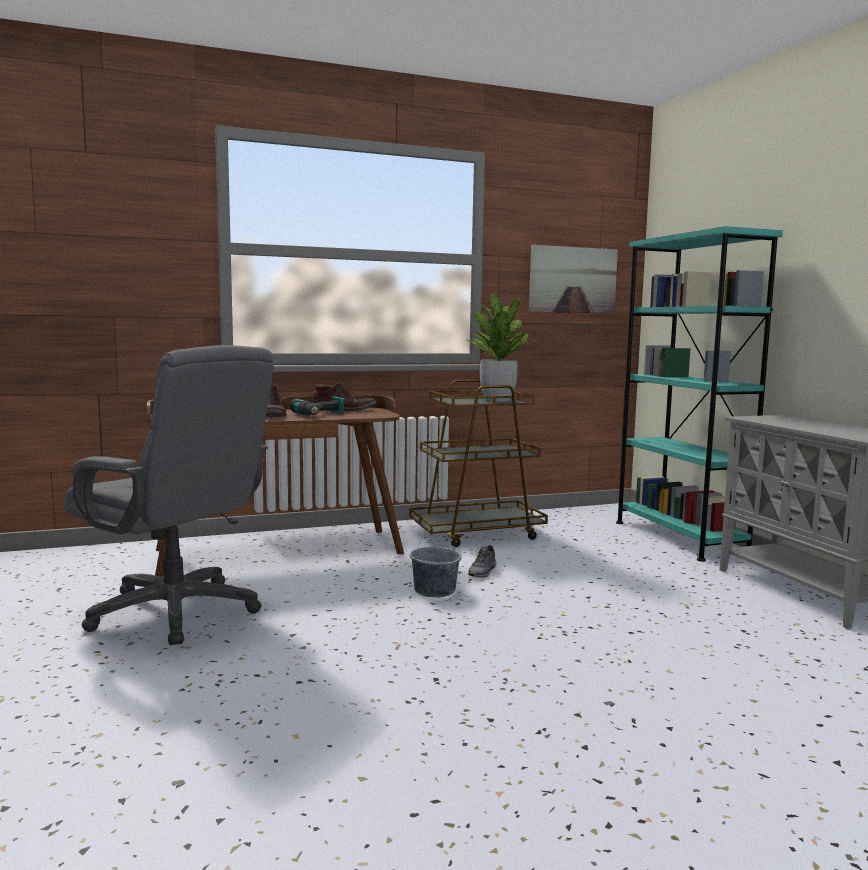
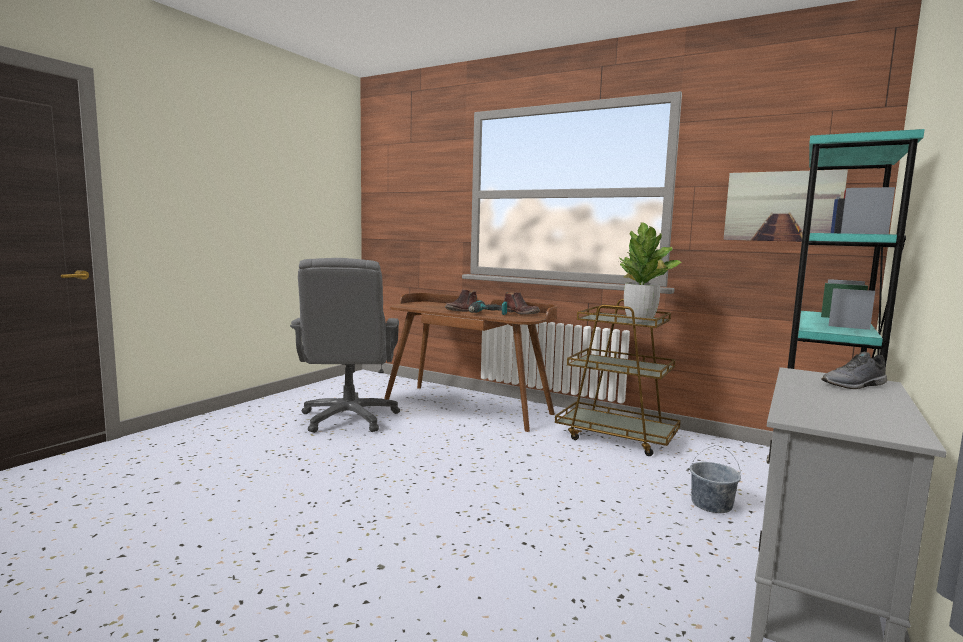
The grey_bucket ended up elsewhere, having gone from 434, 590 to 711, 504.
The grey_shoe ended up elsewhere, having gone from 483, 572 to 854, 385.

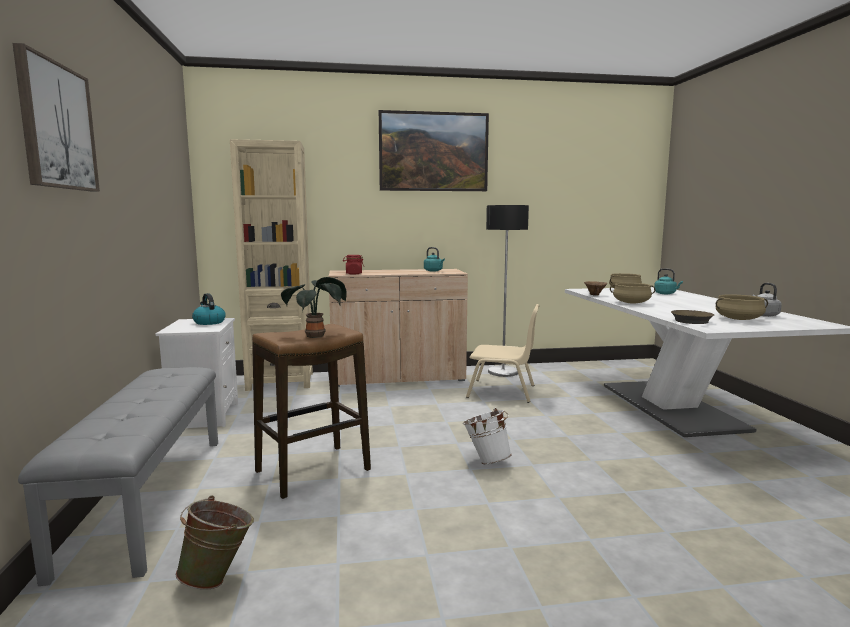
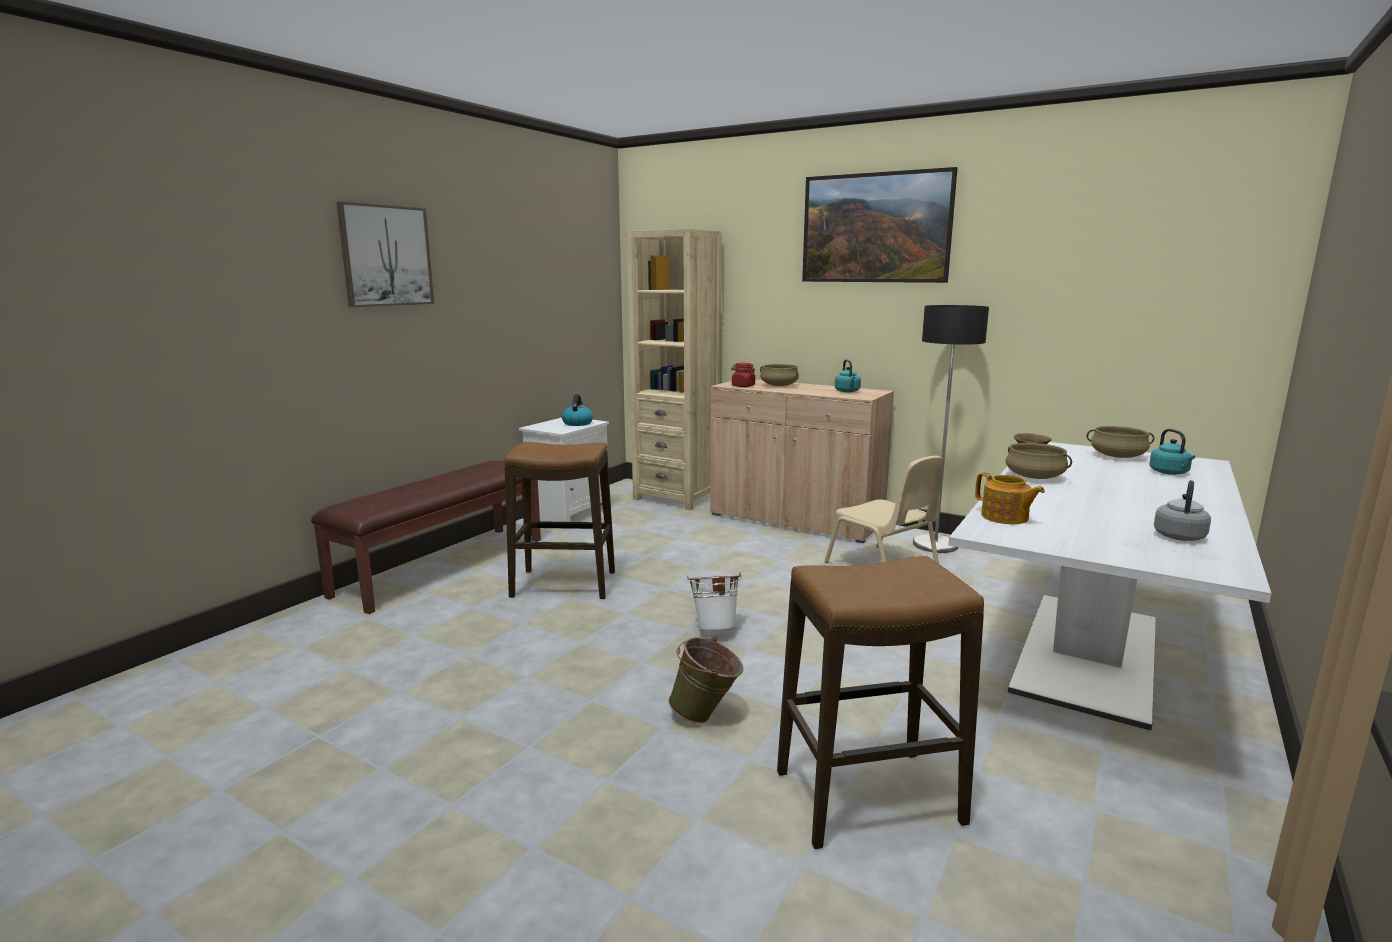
What was the grey_bench at 148, 497 turned into the brown_bench at 442, 566.
The green_bucket ended up elsewhere, having gone from 219, 578 to 706, 716.
The second view lost the potted_plant at 317, 336.
Where the brown_frying_pan stood at 691, 320, the teapot came to stand at 1005, 517.
The beige_cooking_pot ended up elsewhere, having gone from 738, 319 to 778, 385.
The second view gained the stool at 868, 797.

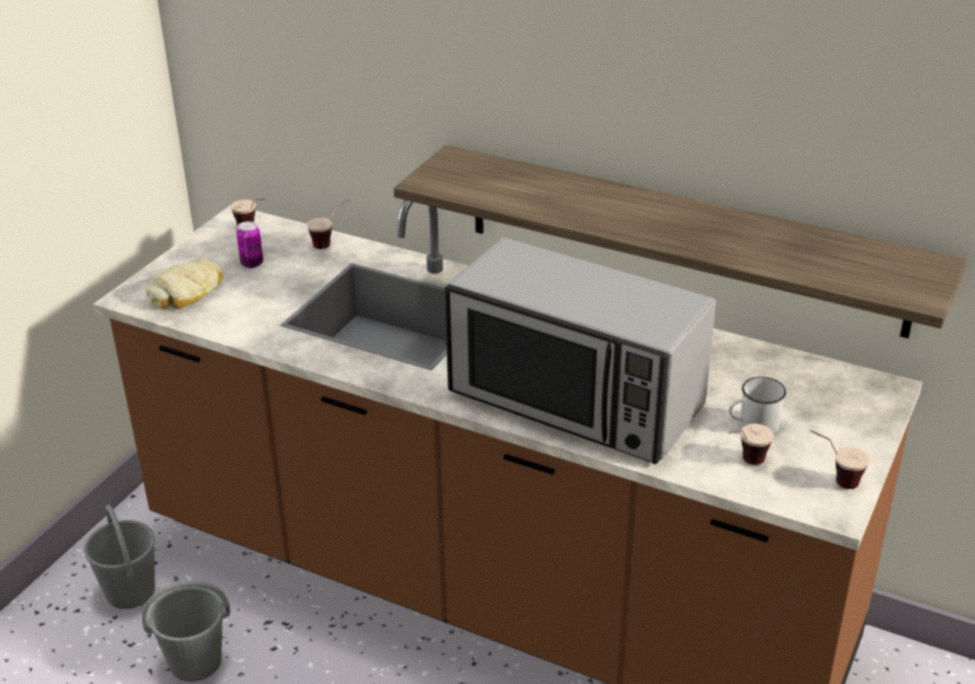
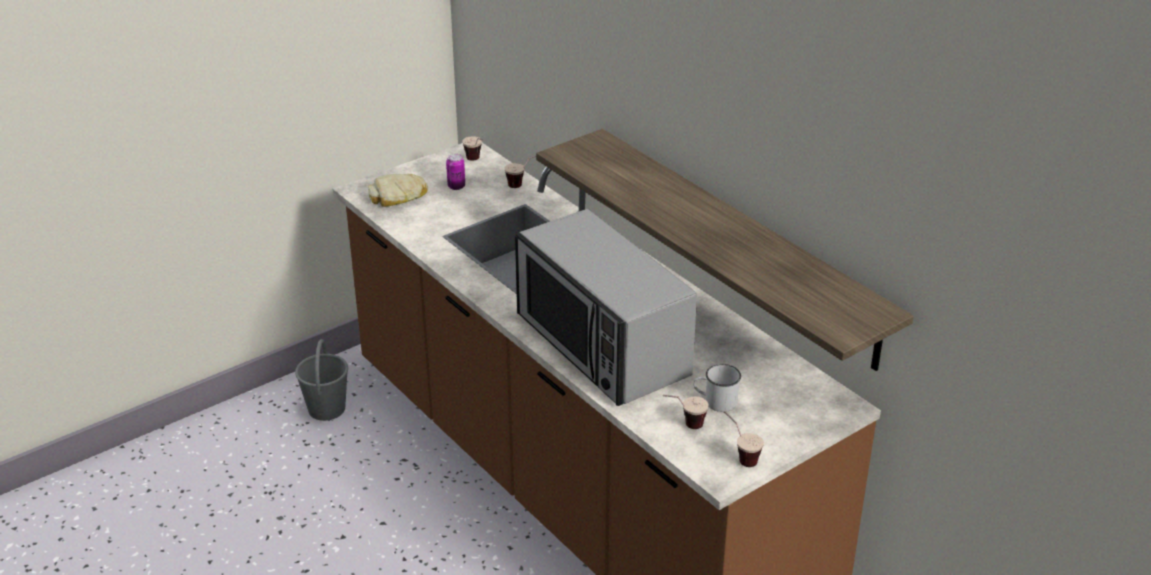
The second view lost the grey_bucket at 196, 662.

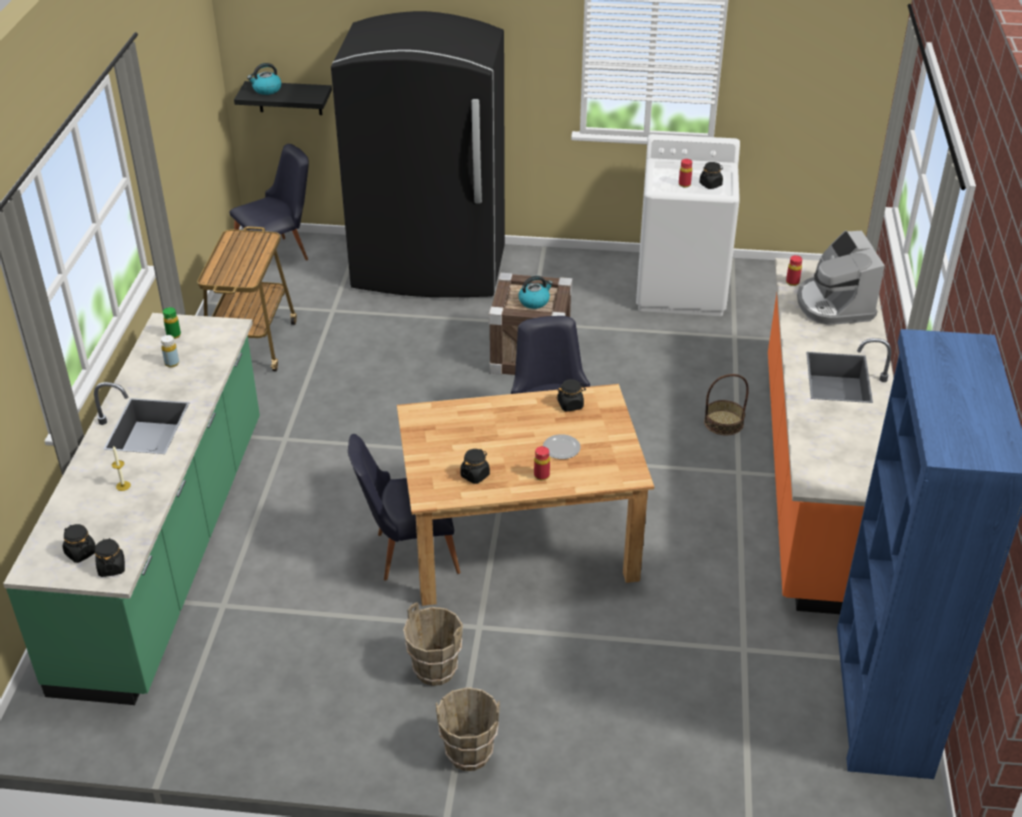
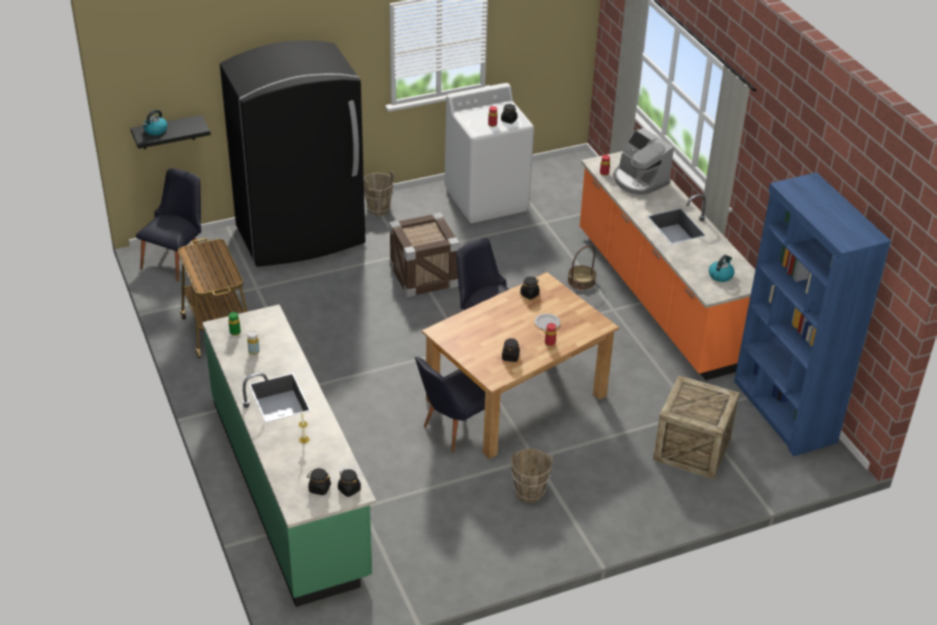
The brown_bucket ended up elsewhere, having gone from 469, 753 to 378, 209.
The kettle ended up elsewhere, having gone from 534, 301 to 720, 275.
The second view gained the crate at 692, 449.

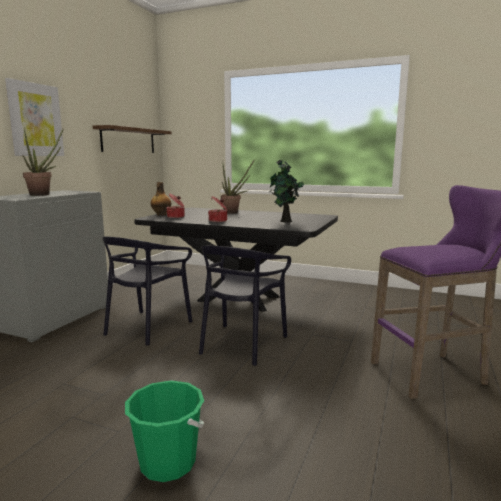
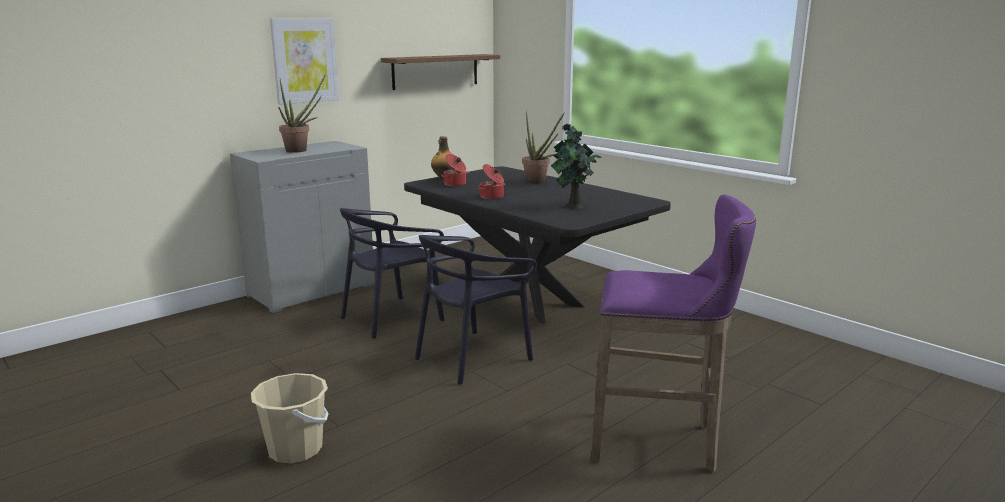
What was the green_bucket at 168, 462 turned into the beige_bucket at 295, 449.

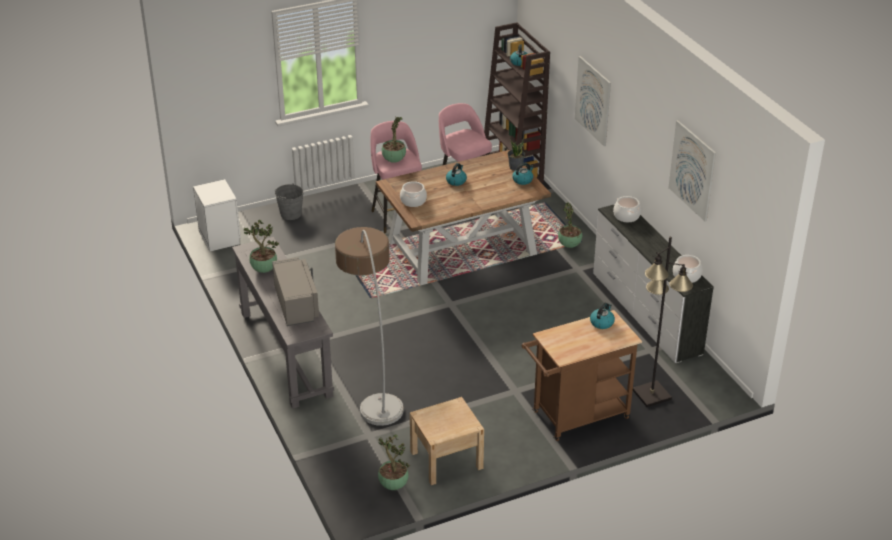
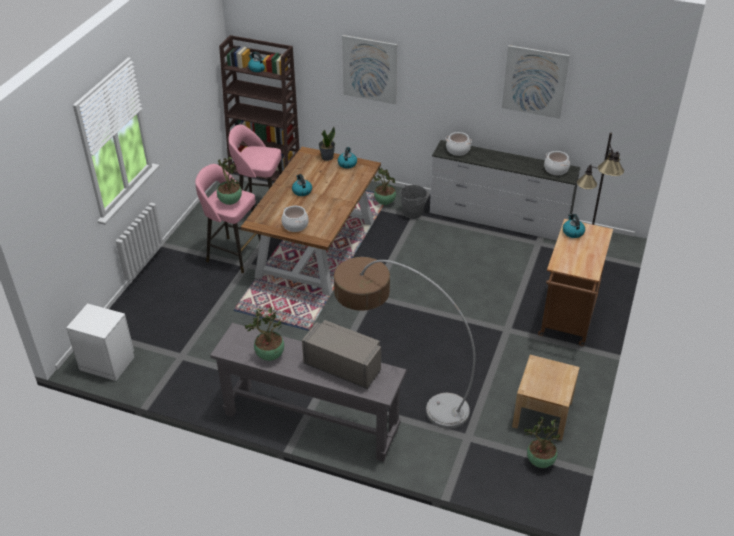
The grey_bucket ended up elsewhere, having gone from 291, 214 to 412, 212.

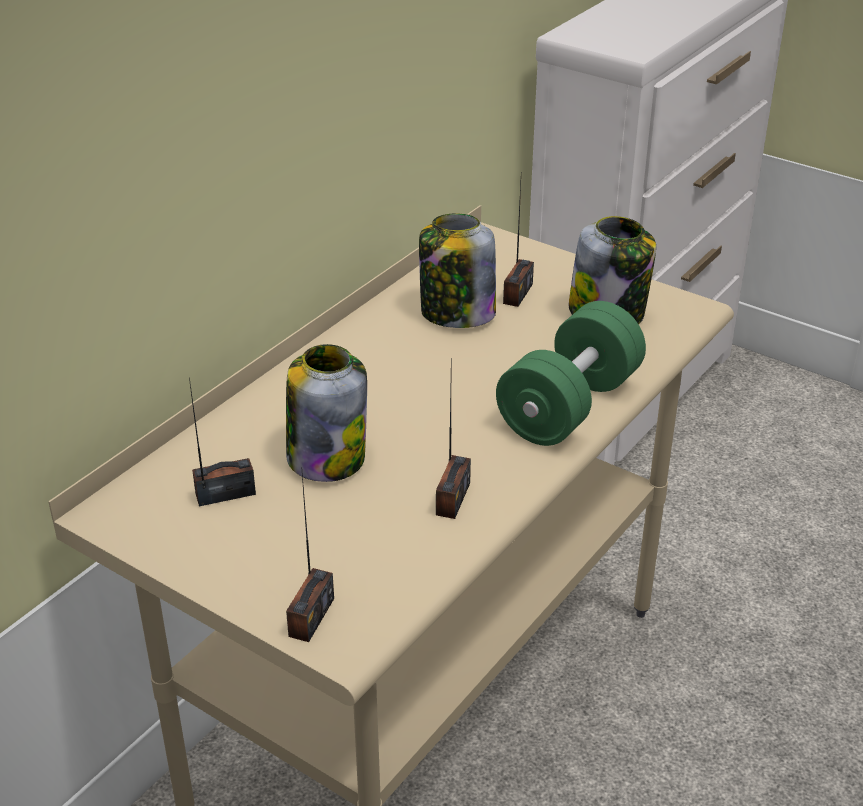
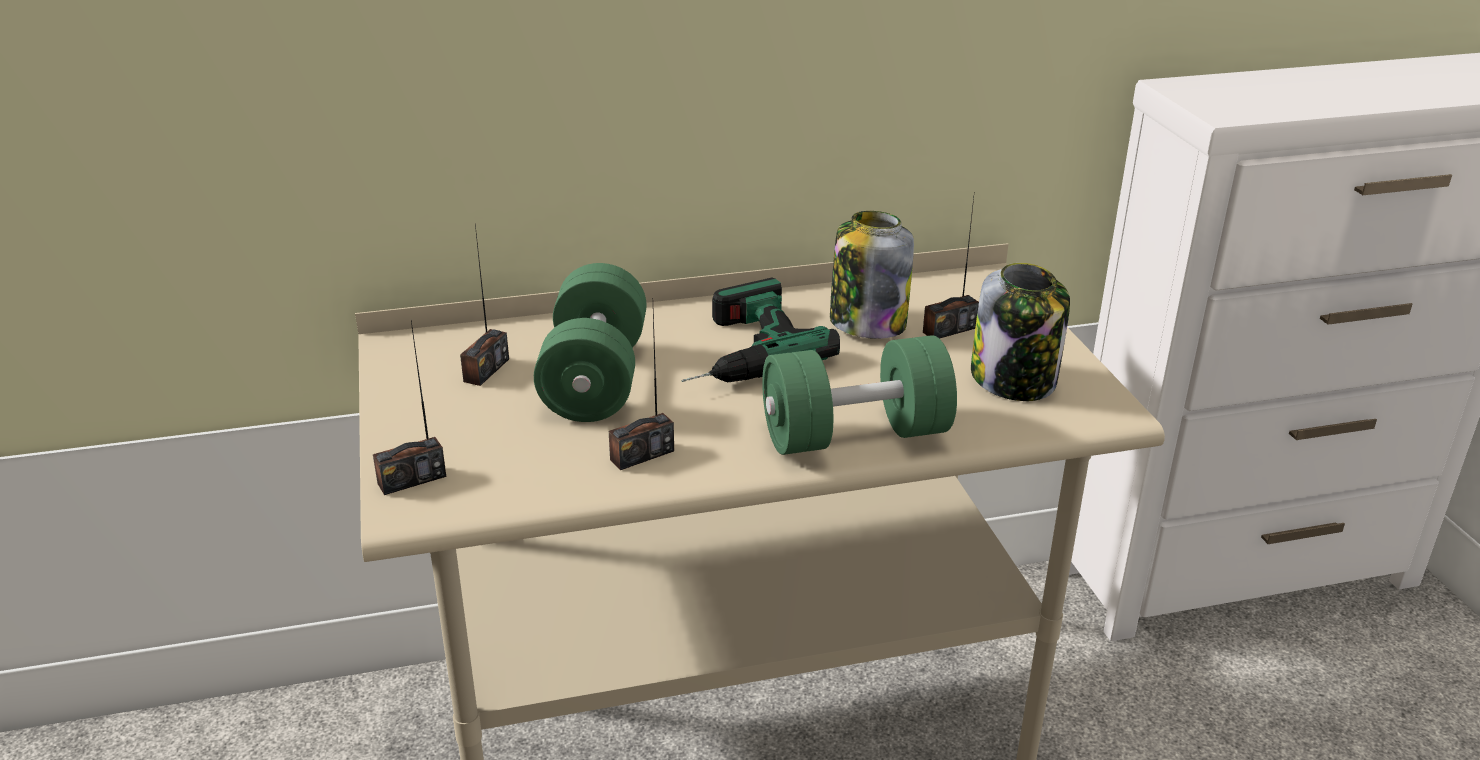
The radio at 225, 494 ended up facing another way, 90 degrees clockwise from before.
Where the jar stood at 326, 457, the green_dumbbell came to stand at 595, 379.
The second view gained the power_drill at 735, 351.

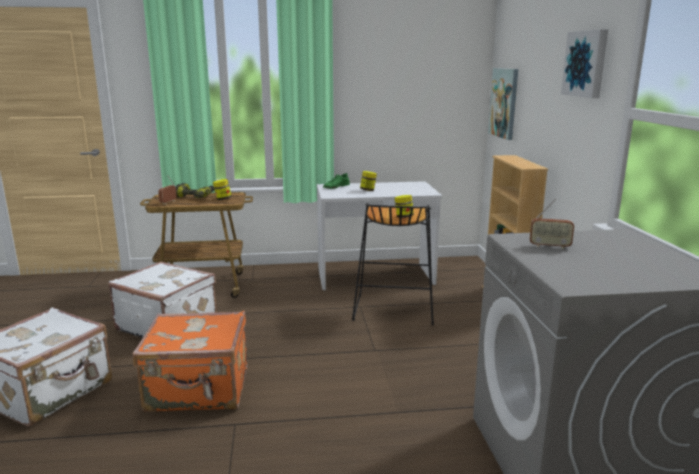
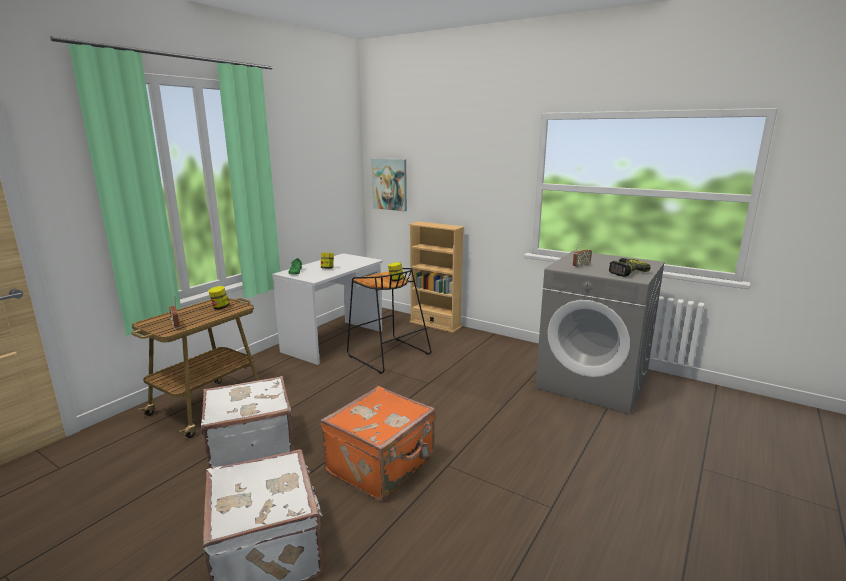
The power_drill ended up elsewhere, having gone from 195, 196 to 625, 272.
The second view lost the picture at 586, 64.

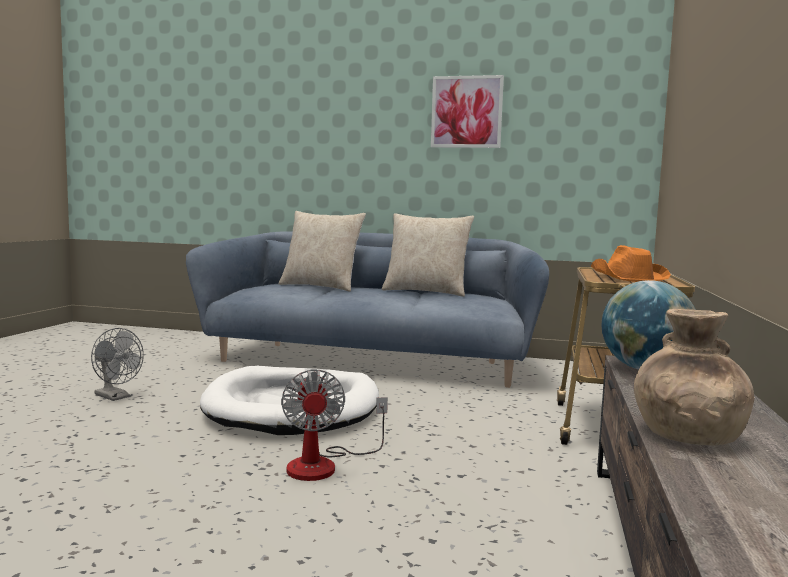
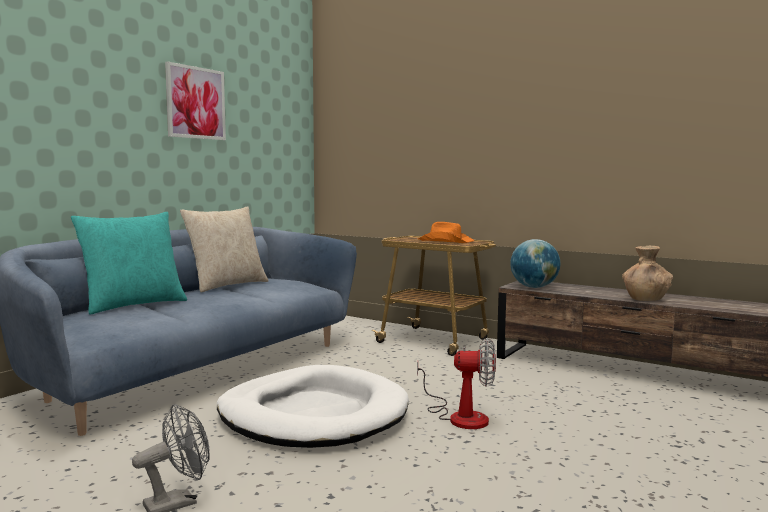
What was the beige_pillow at 321, 287 turned into the turquoise_pillow at 133, 305.

